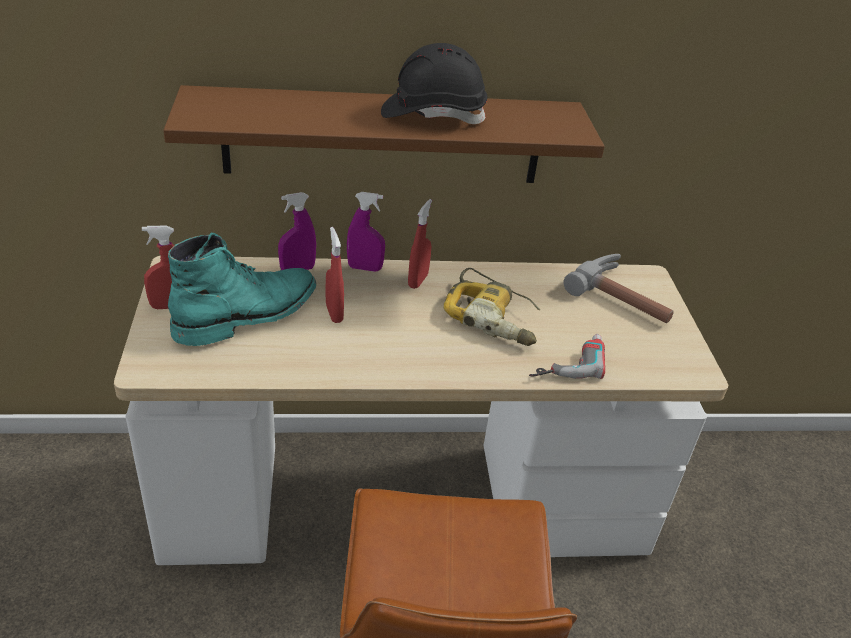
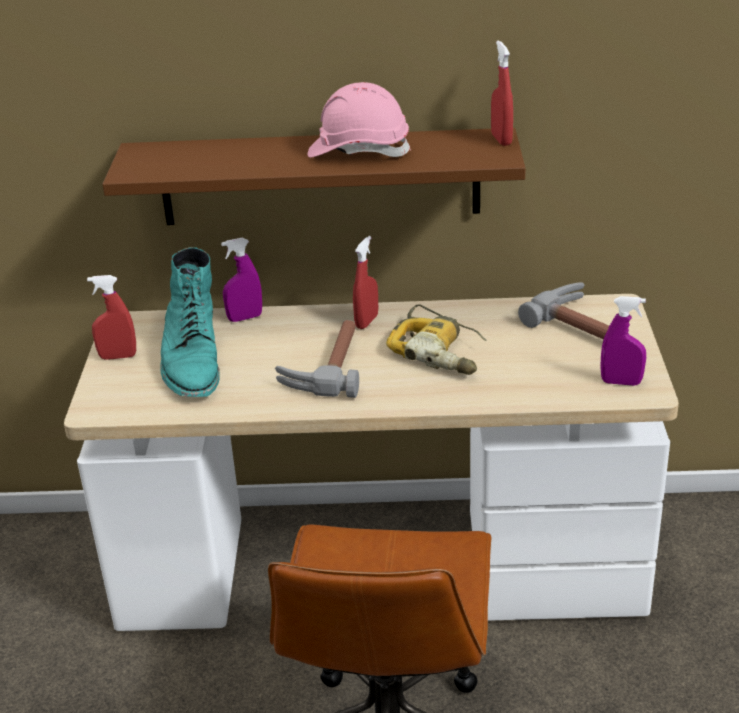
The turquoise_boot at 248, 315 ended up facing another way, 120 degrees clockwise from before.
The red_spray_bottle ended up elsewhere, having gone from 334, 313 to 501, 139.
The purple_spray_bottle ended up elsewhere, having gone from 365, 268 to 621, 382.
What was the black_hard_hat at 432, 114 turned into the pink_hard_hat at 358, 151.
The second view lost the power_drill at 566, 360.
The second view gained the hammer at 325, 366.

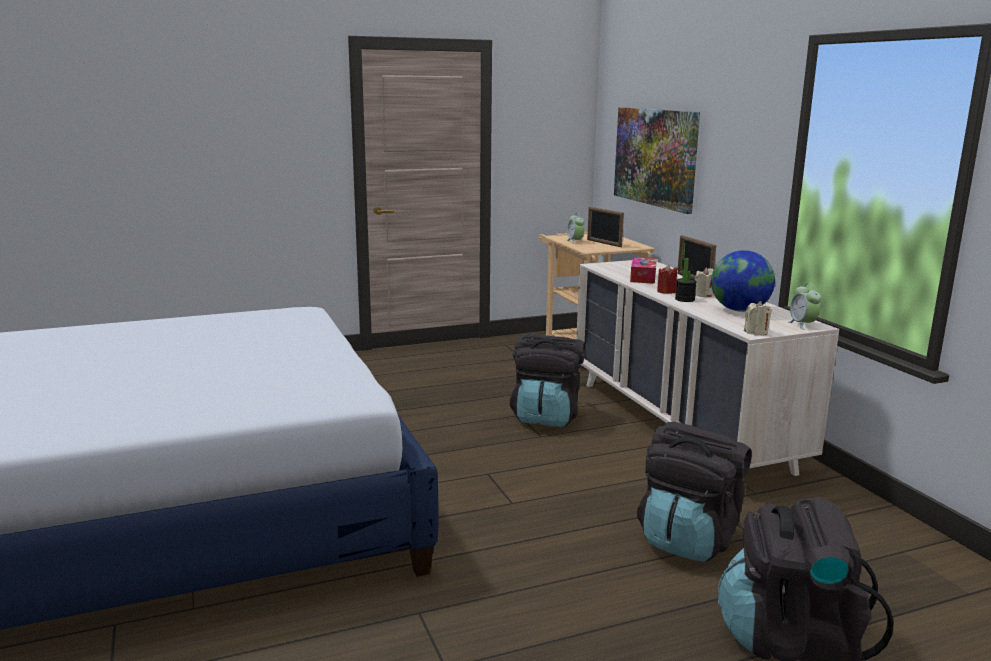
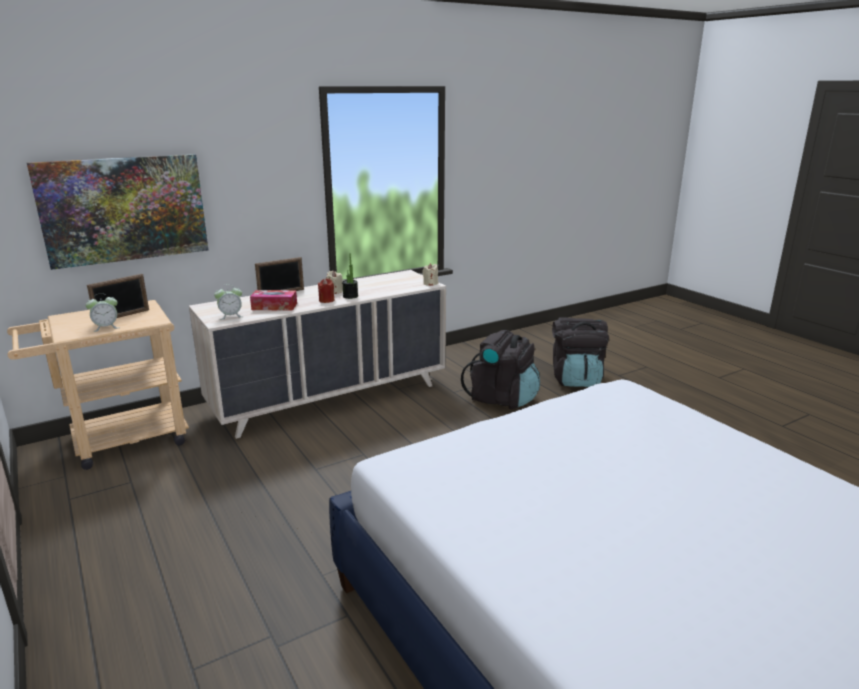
The second view lost the black_backpack at 546, 417.
The second view lost the globe at 739, 310.
The alarm_clock ended up elsewhere, having gone from 802, 325 to 231, 316.

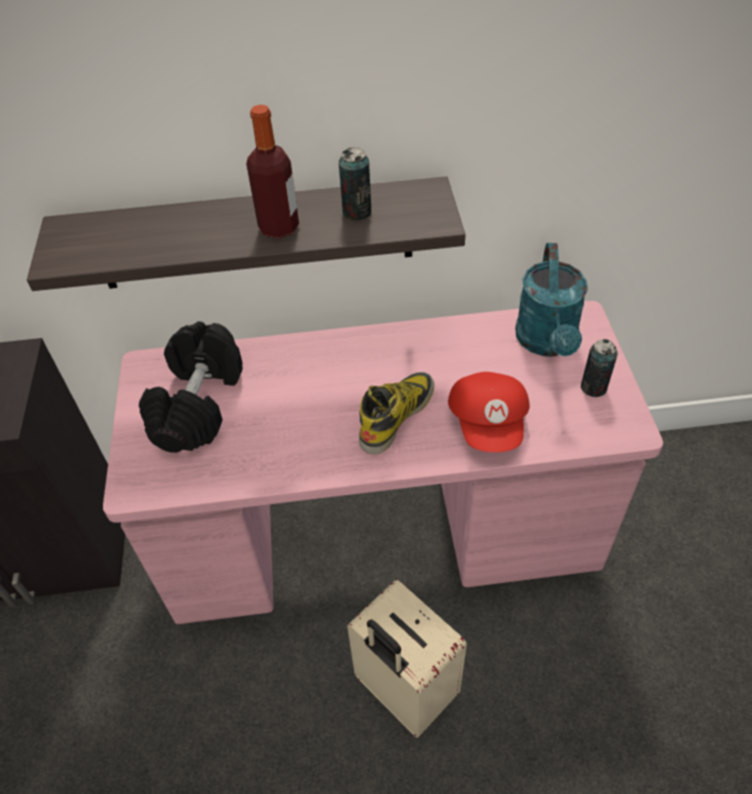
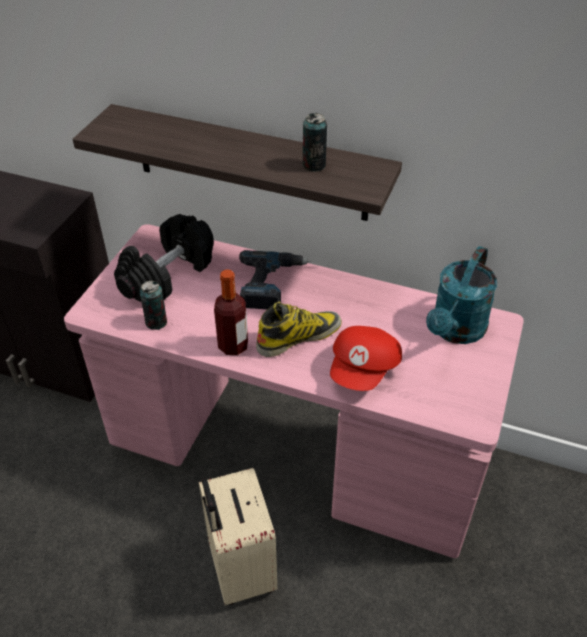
The bottle ended up elsewhere, having gone from 279, 227 to 233, 346.
The can ended up elsewhere, having gone from 593, 387 to 156, 322.
The second view gained the power_drill at 271, 284.

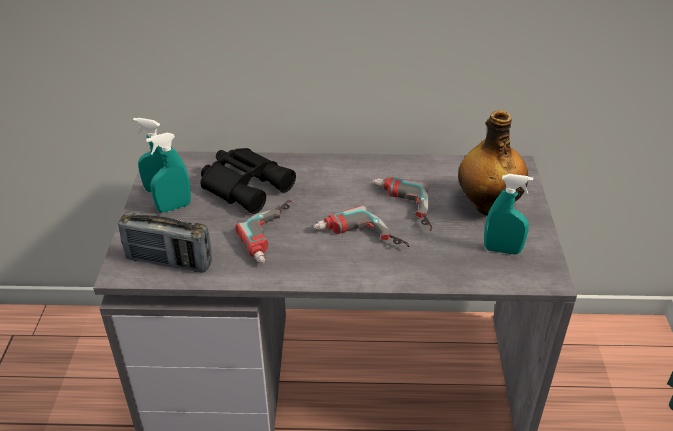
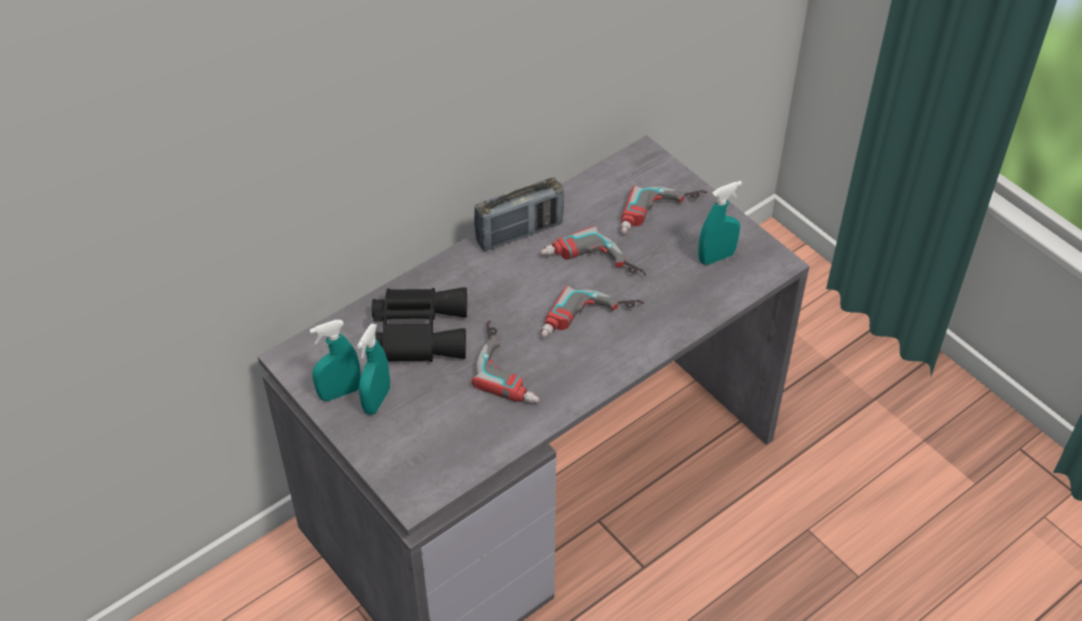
The radio ended up elsewhere, having gone from 169, 261 to 519, 233.
Where the bottle stood at 488, 205, the power_drill came to stand at 662, 217.

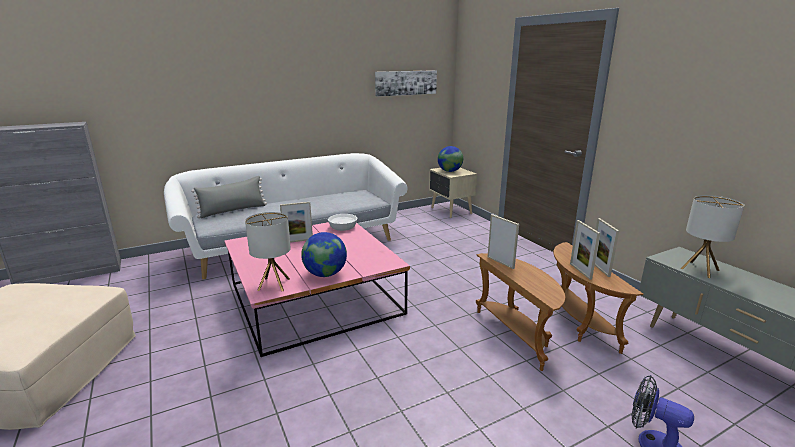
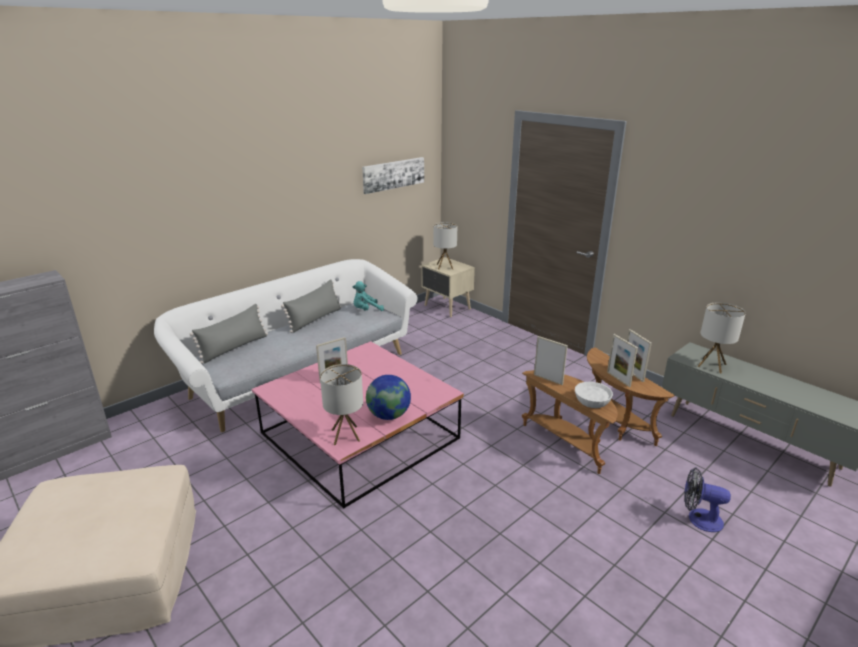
The white_bowl ended up elsewhere, having gone from 343, 227 to 591, 401.
Where the globe stood at 449, 171, the table_lamp came to stand at 445, 266.
The second view gained the grey_pillow at 315, 319.
The second view gained the turquoise_plush_toy at 366, 310.

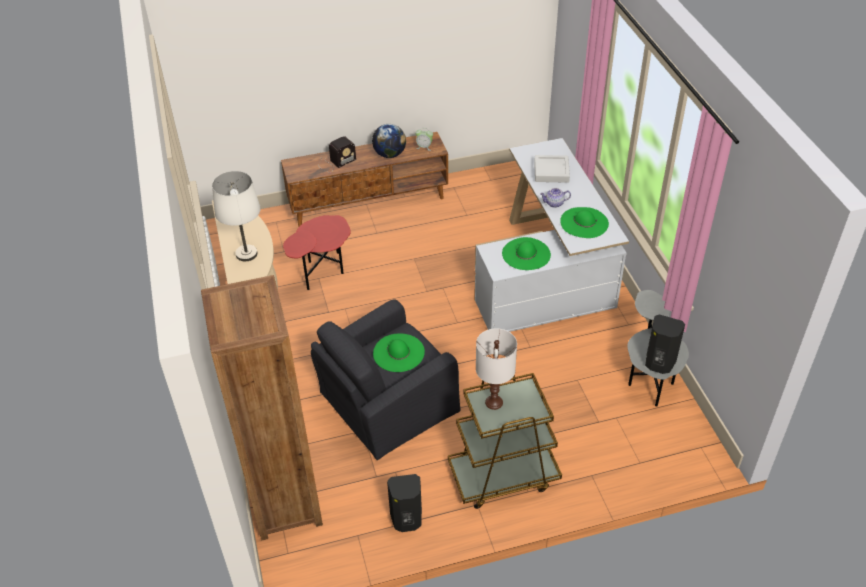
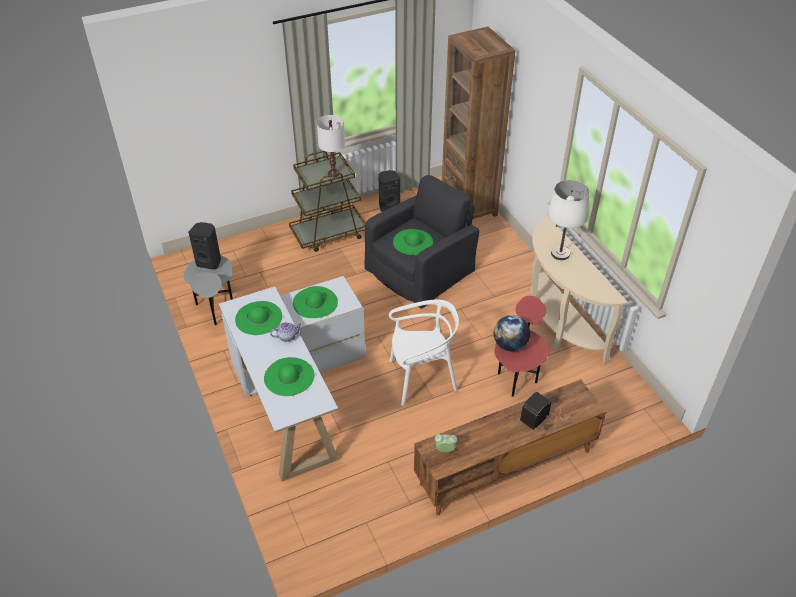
The globe ended up elsewhere, having gone from 389, 154 to 510, 345.
Where the grey_tray stood at 551, 172, the green_hat came to stand at 289, 376.
The second view gained the white_chair at 422, 378.

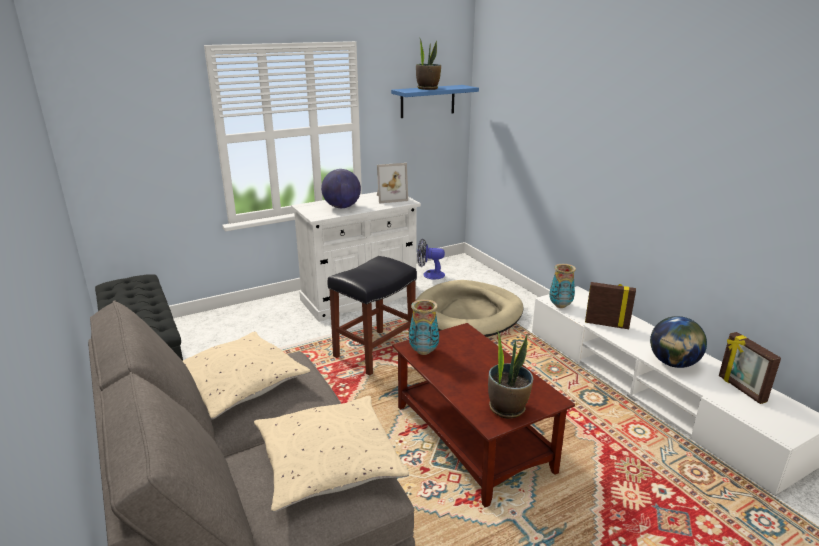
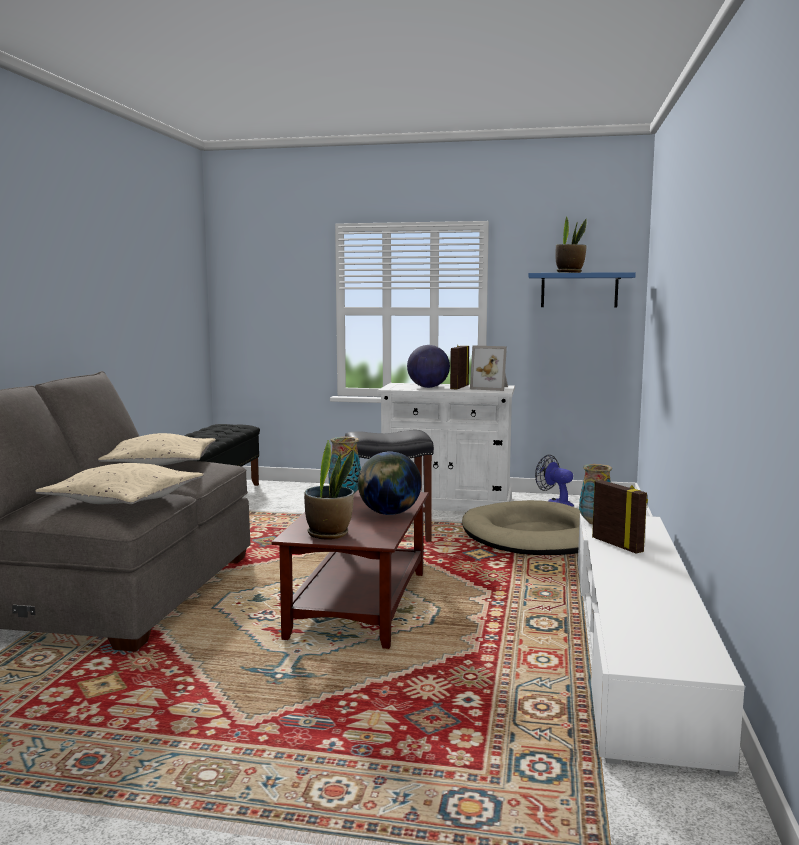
The globe ended up elsewhere, having gone from 673, 363 to 389, 513.
The picture_frame ended up elsewhere, having gone from 741, 389 to 459, 387.

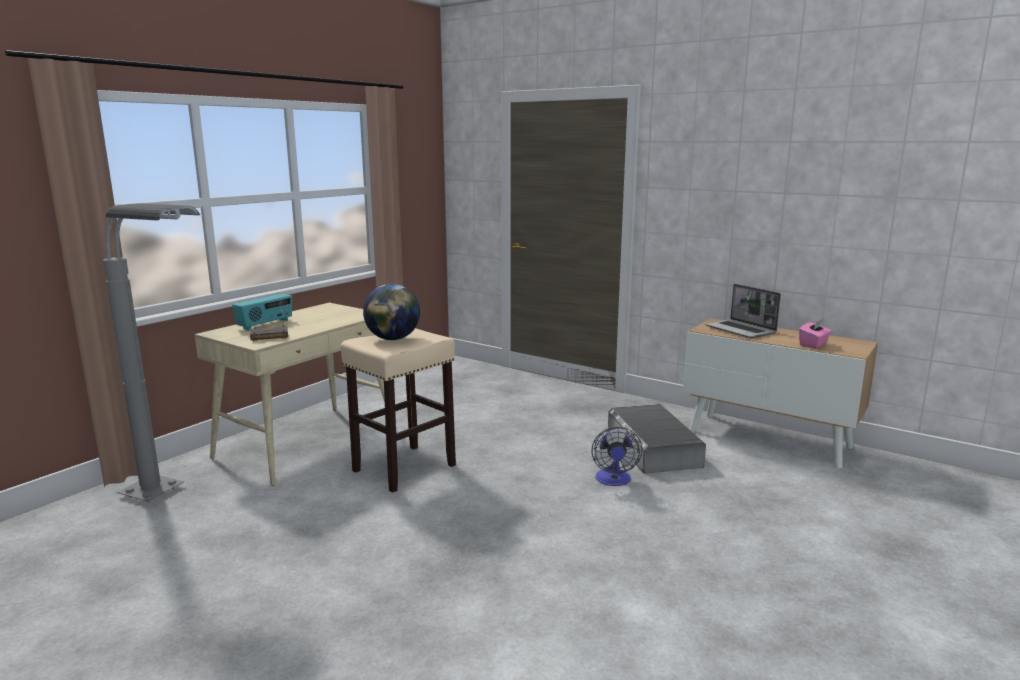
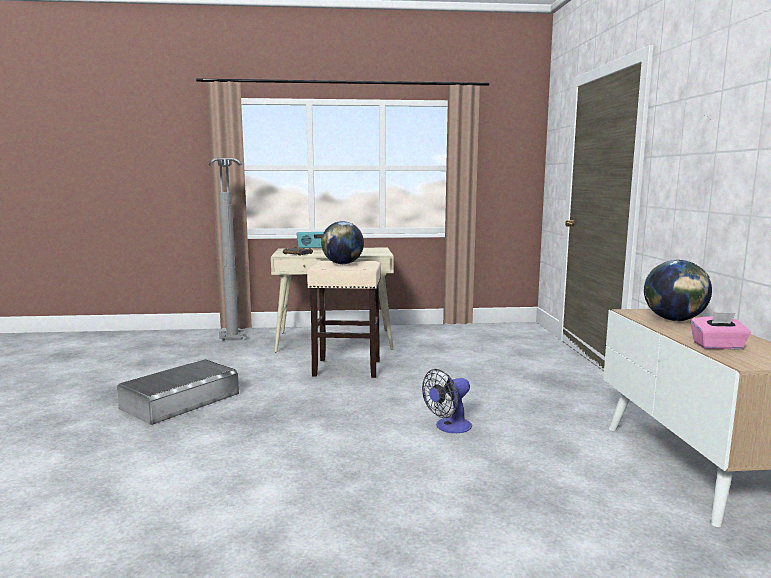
The grey_storage_box ended up elsewhere, having gone from 653, 448 to 181, 401.
Where the laptop stood at 741, 330, the globe came to stand at 674, 320.

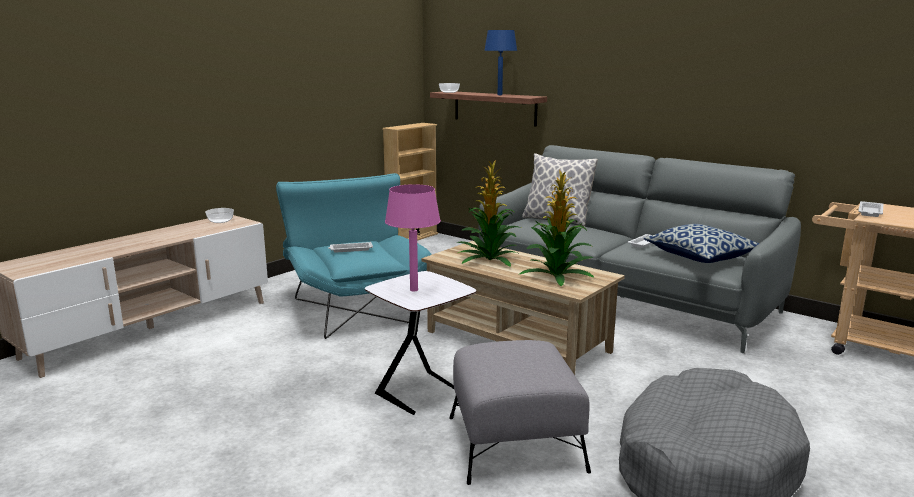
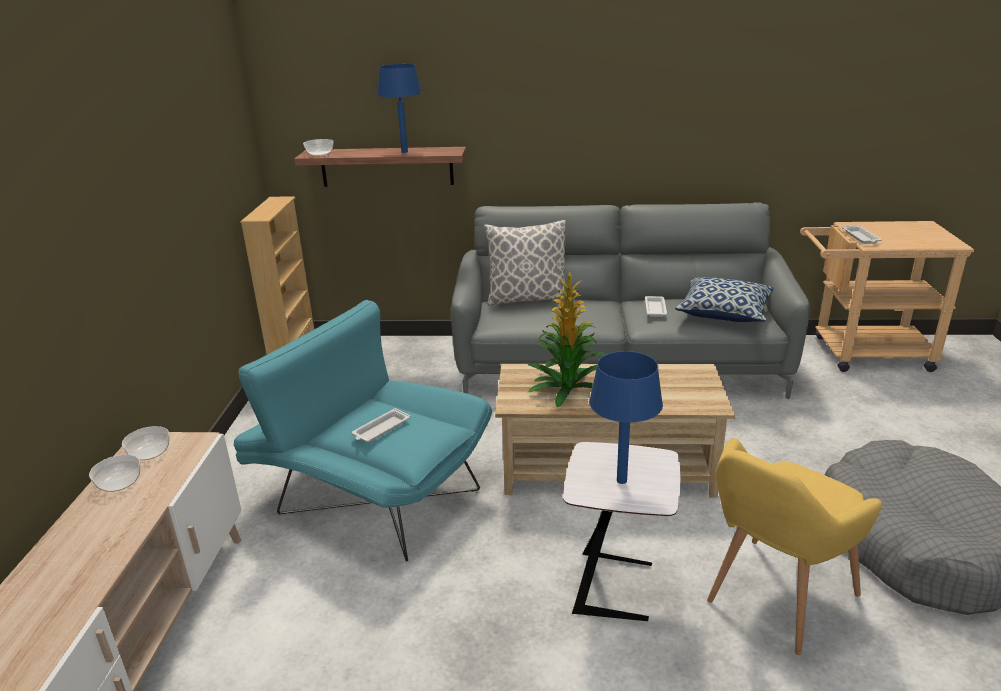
What was the pink_table_lamp at 413, 290 turned into the blue_table_lamp at 622, 481.
Where the grey_ottoman stood at 515, 442, the yellow_armchair came to stand at 772, 601.
The second view lost the potted_plant at 558, 276.
The second view gained the bowl at 118, 483.

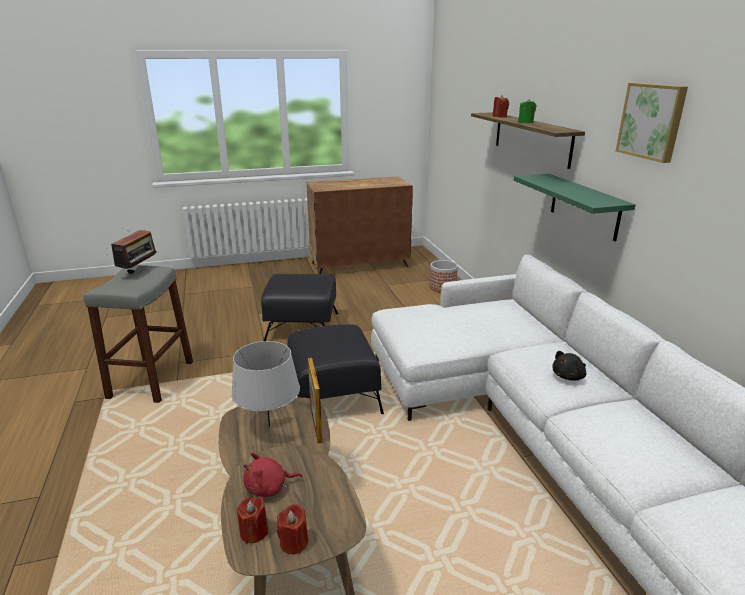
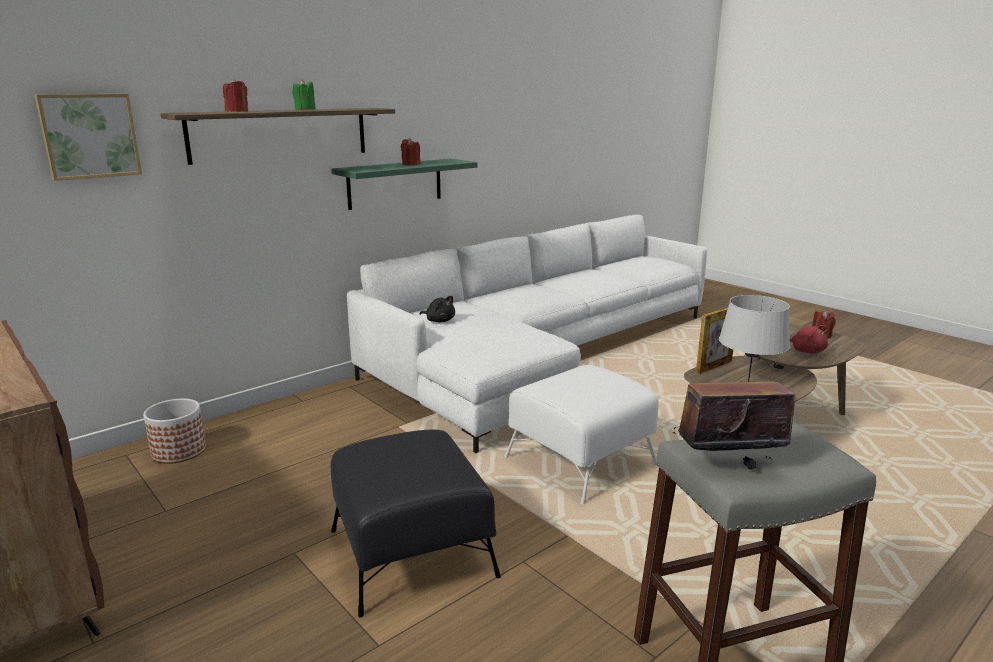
The red_candle ended up elsewhere, having gone from 254, 532 to 411, 164.
What was the black_ottoman at 333, 396 turned into the white_ottoman at 579, 462.
The black_plush_toy ended up elsewhere, having gone from 569, 376 to 439, 321.
The picture ended up elsewhere, having gone from 652, 121 to 89, 136.

